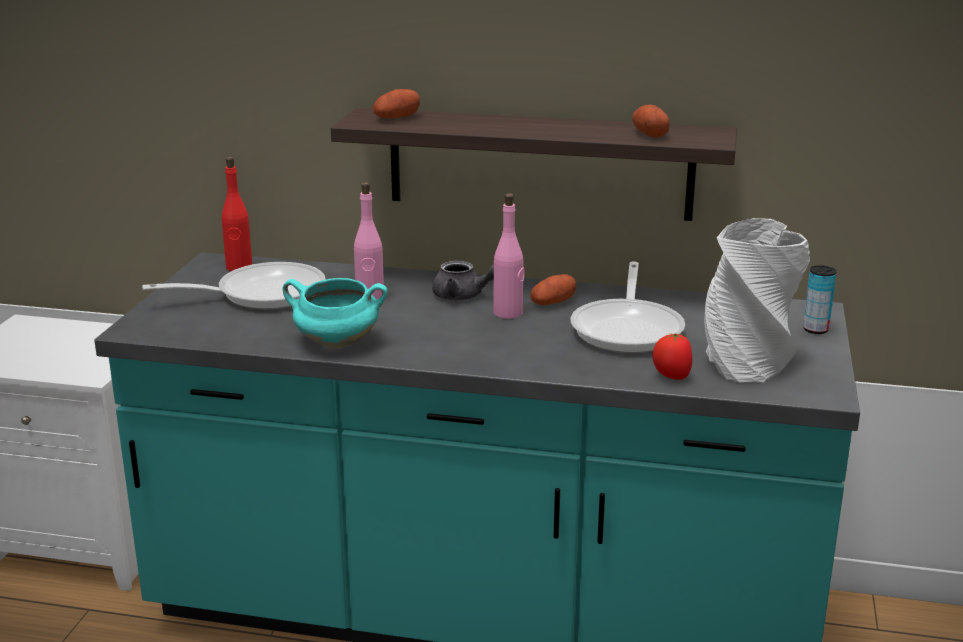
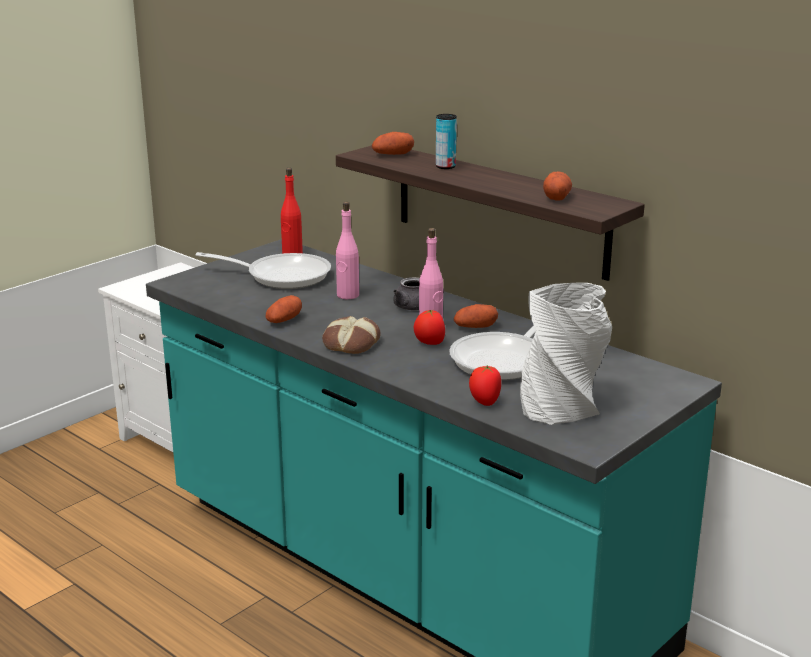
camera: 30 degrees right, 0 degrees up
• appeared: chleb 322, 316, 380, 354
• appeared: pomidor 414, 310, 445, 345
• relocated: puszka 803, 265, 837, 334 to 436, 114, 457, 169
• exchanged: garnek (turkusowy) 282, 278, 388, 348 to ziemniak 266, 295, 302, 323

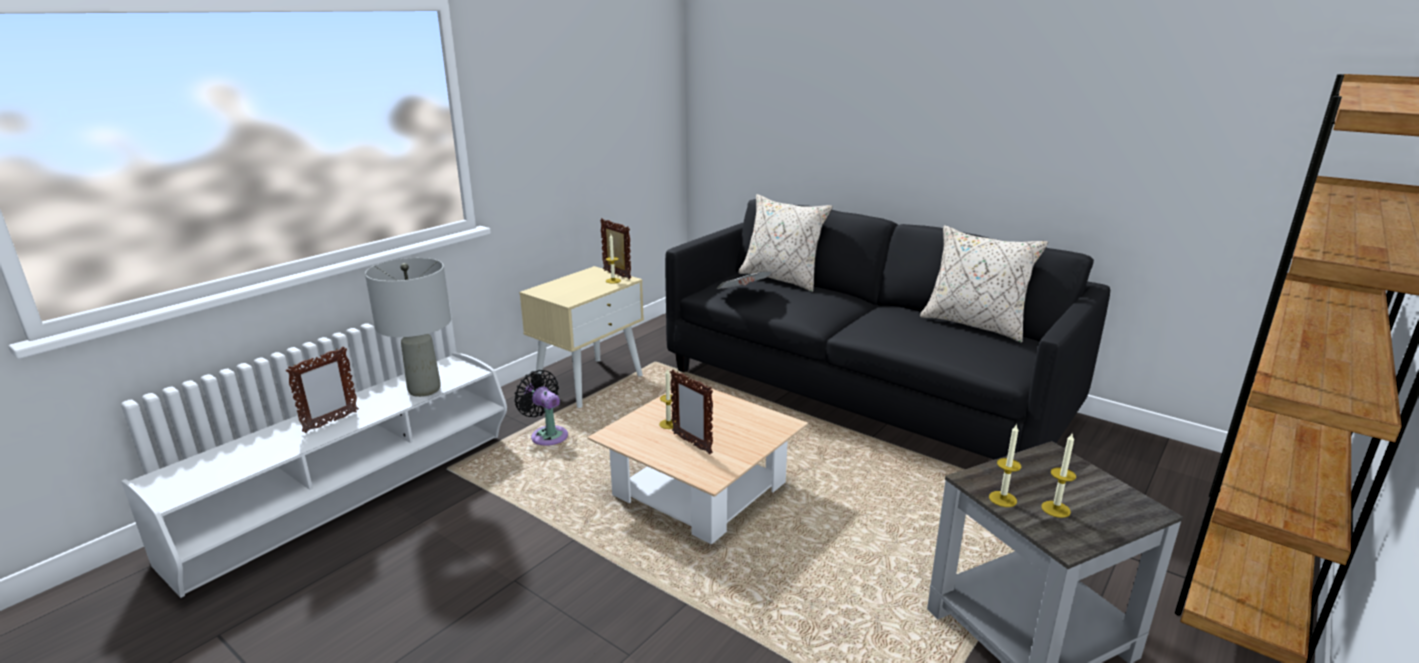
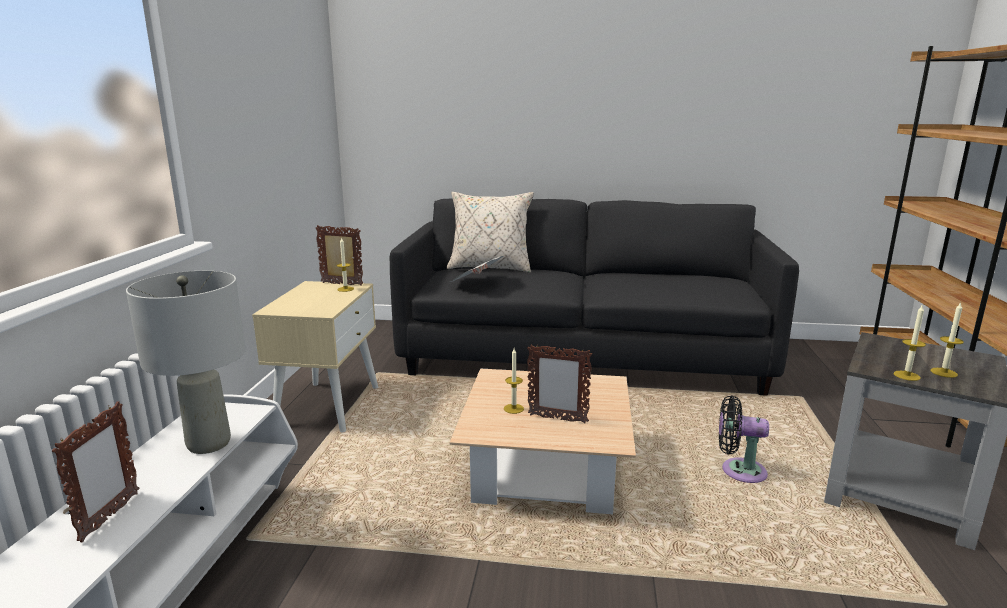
camera: 30 degrees left, 5 degrees down
• missing: poduszka (beżowy) 920, 225, 1048, 342
• relocated: wentylator (czarny) 514, 370, 568, 446 to 719, 395, 769, 483

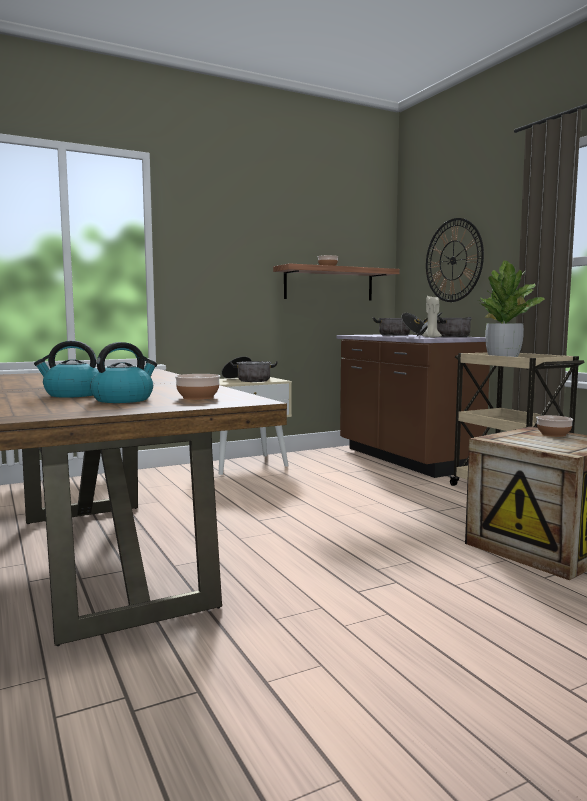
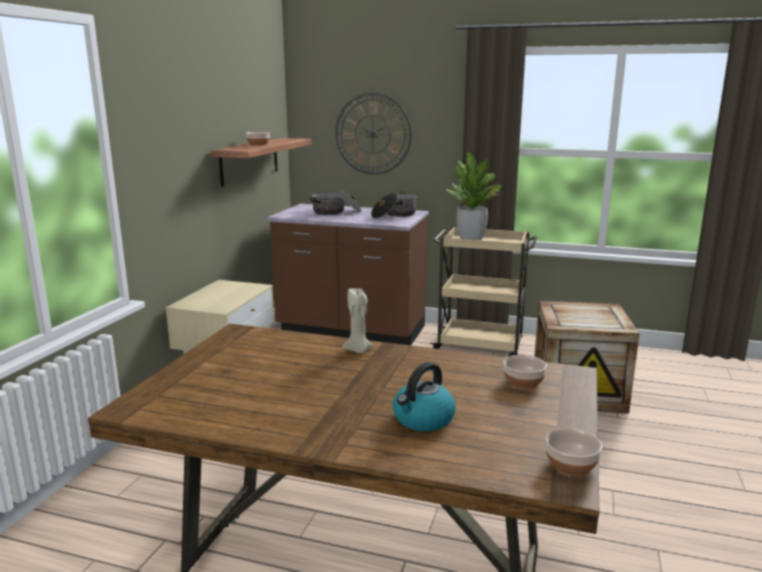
camera: 45 degrees left, 10 degrees up
• missing: czajnik 90, 342, 157, 403
• missing: garnek 221, 356, 278, 382
• relocated: świeca (beżowy) 423, 296, 442, 338 to 342, 288, 373, 353
• relocated: miska 536, 415, 573, 437 to 545, 428, 602, 476

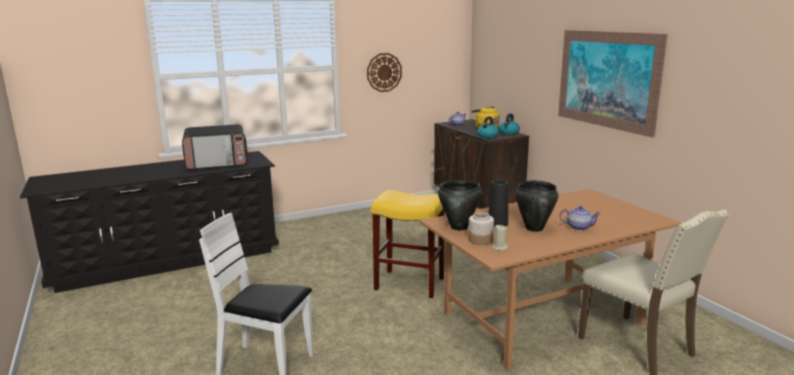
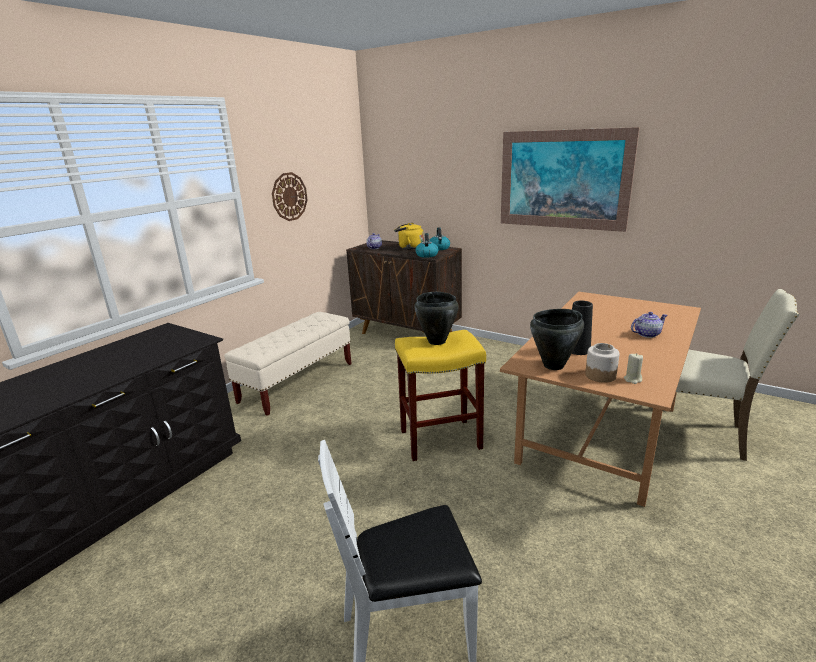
camera: 30 degrees left, 5 degrees up
• missing: mikrofalówka 182, 124, 247, 170
• appeared: ławka (beżowy) 224, 312, 352, 416
• relocated: garnek (czarny) 515, 180, 559, 232 to 414, 292, 459, 345

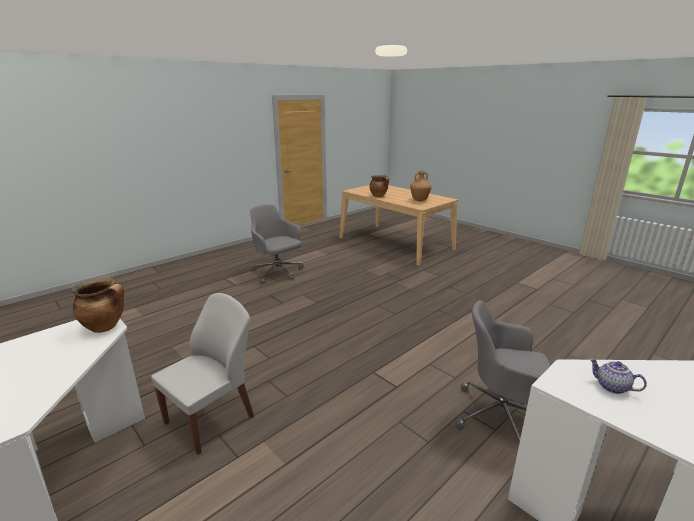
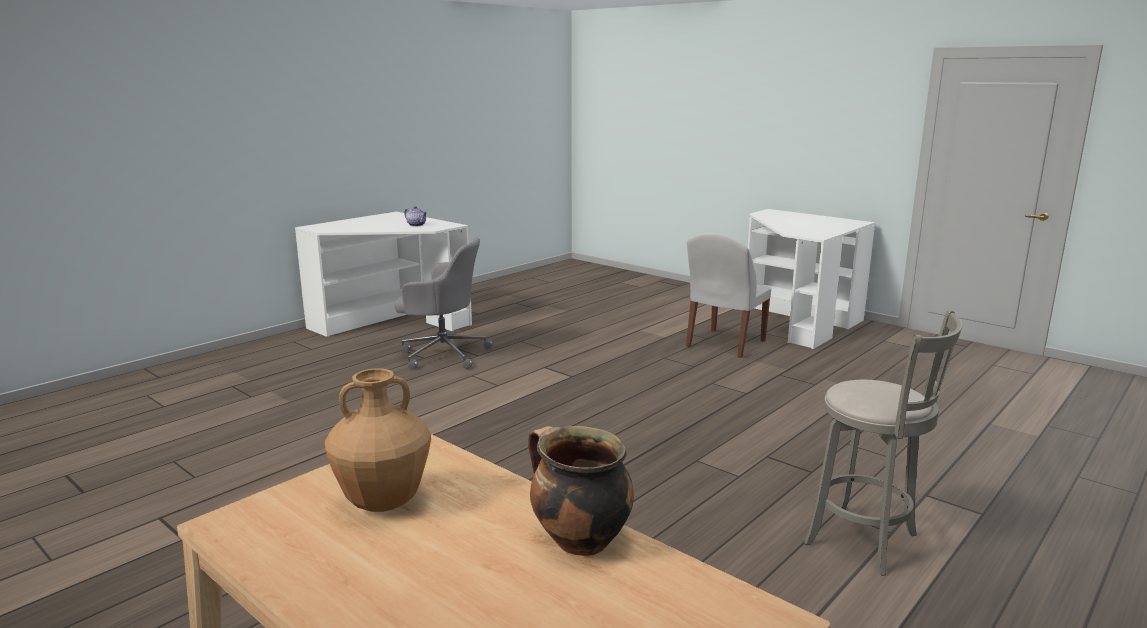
camera: 175 degrees right, 5 degrees down
• missing: garnek 72, 278, 124, 333
• exchanged: krzesło biurowe (szary) 250, 204, 304, 284 to stołek (szary) 804, 310, 962, 576

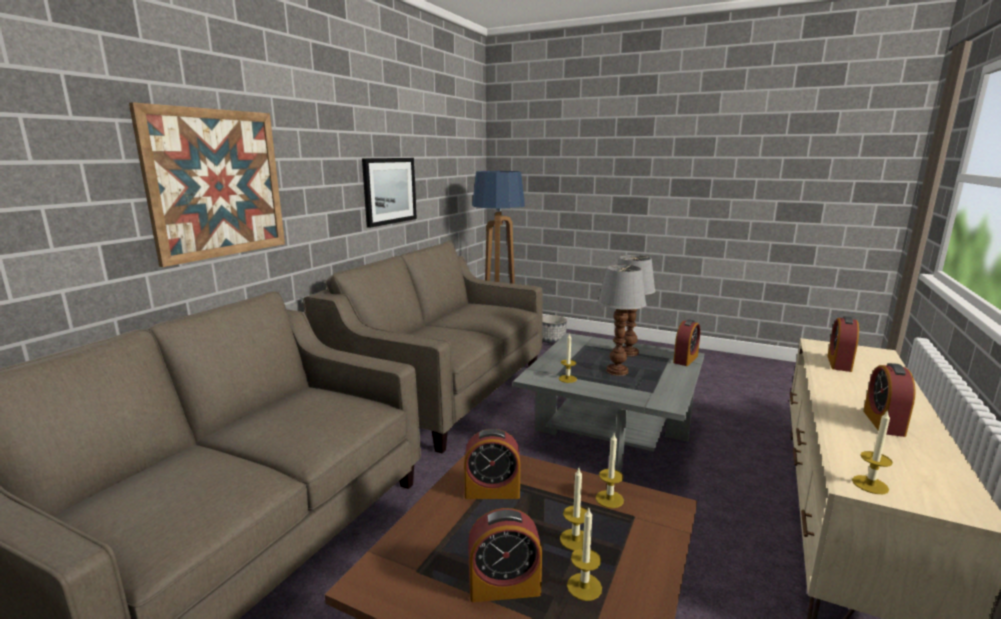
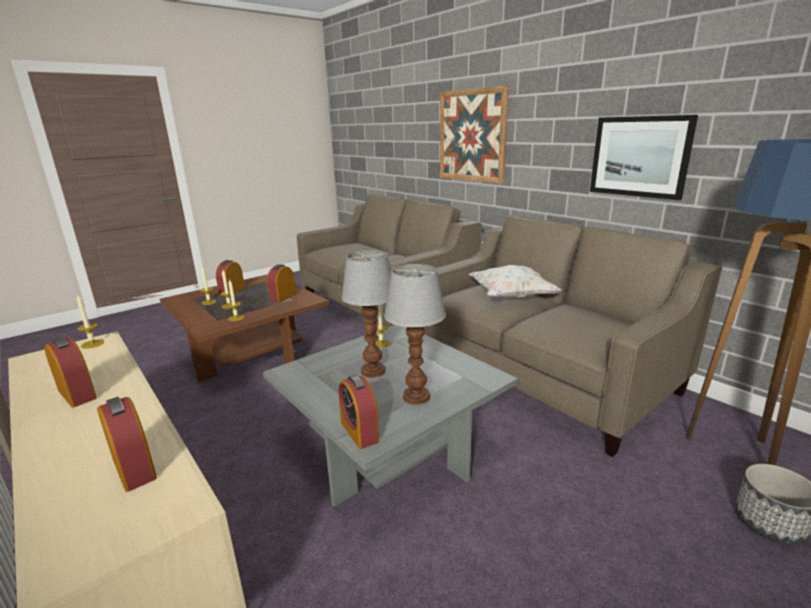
camera: 115 degrees right, 5 degrees up
• appeared: poduszka (biały) 469, 265, 561, 298

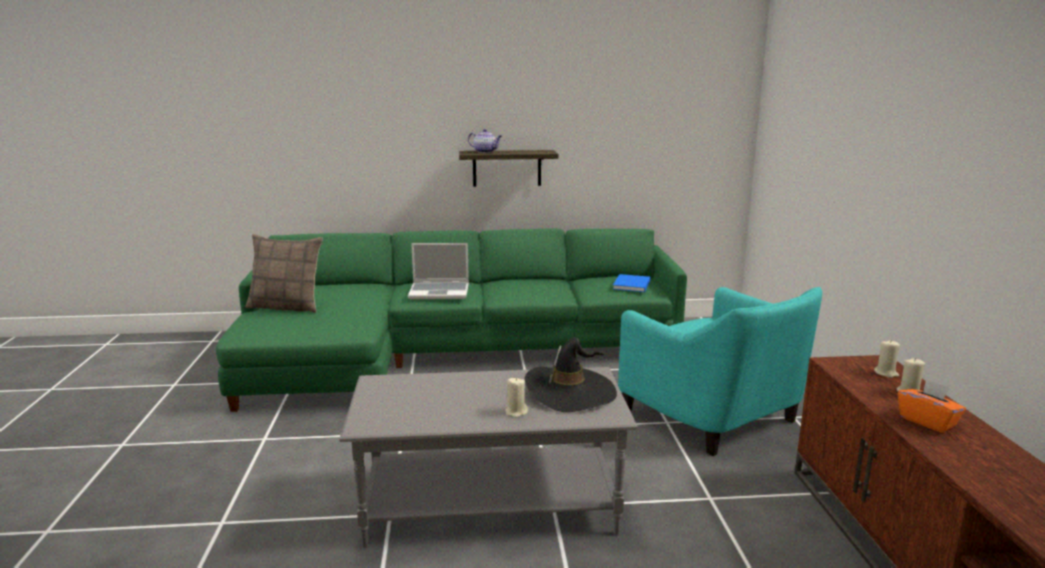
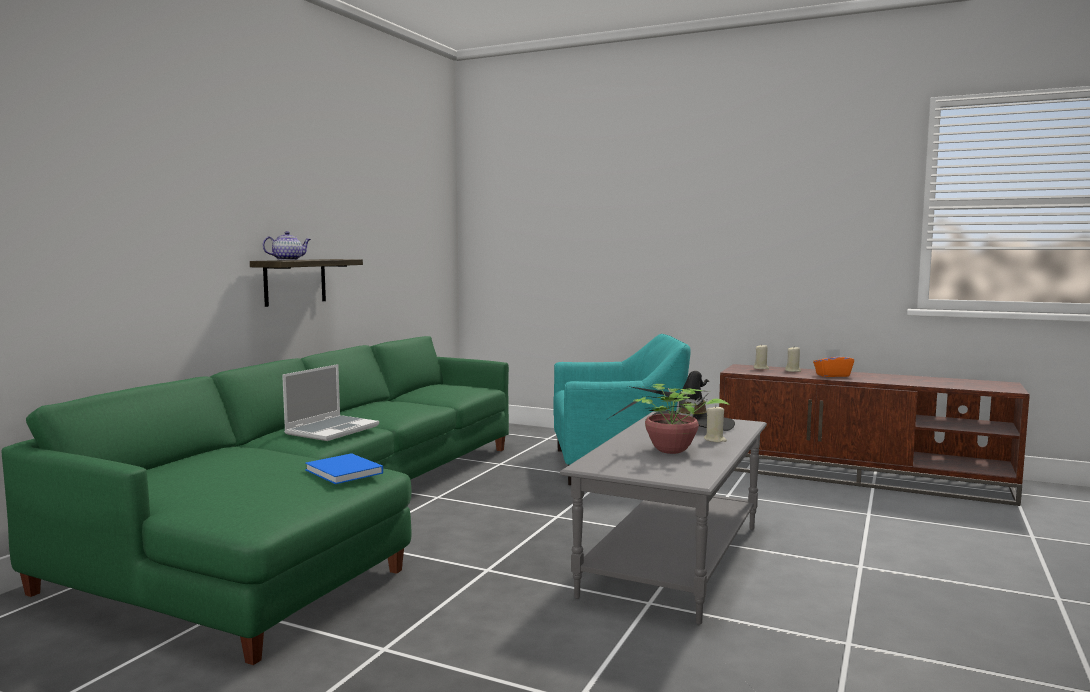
camera: 60 degrees left, 10 degrees down
• missing: poduszka 246, 234, 323, 313
• appeared: roślina doniczkowa 606, 384, 729, 454
• relocated: książka (niebieski) 613, 274, 650, 292 to 305, 453, 383, 484

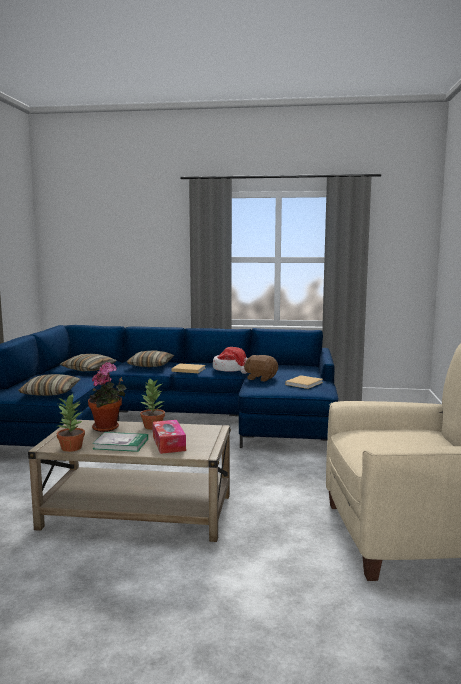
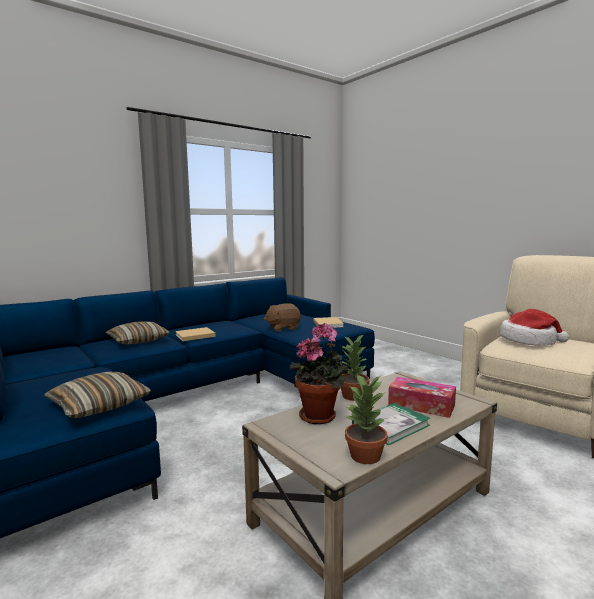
camera: 45 degrees left, 0 degrees up
• missing: poduszka 60, 354, 116, 371
• relocated: kapelusz 213, 347, 248, 374 to 500, 309, 569, 346

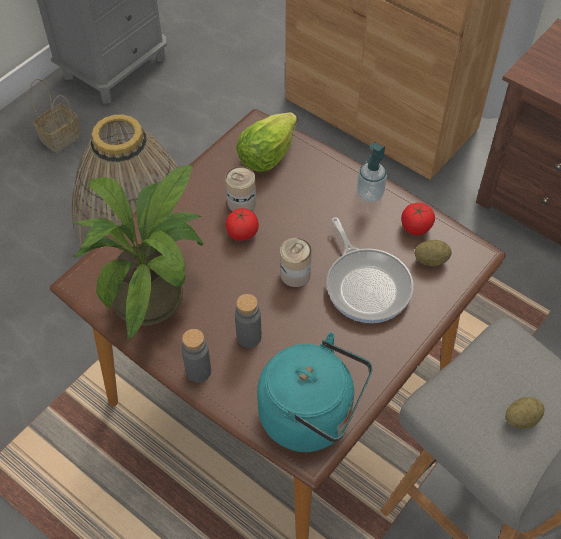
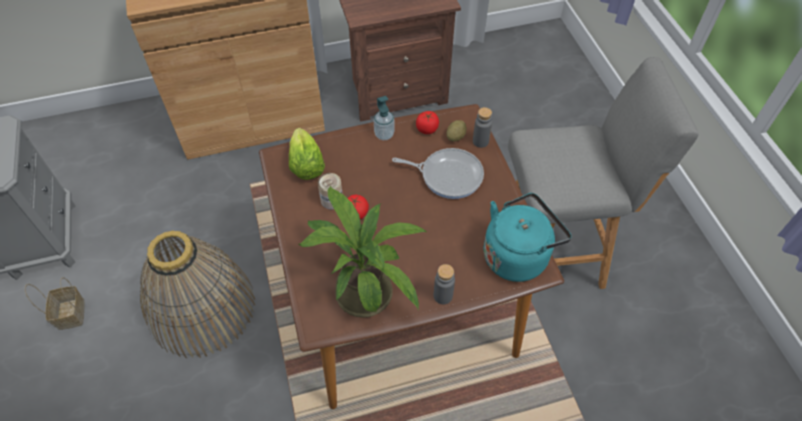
camera: 55 degrees left, 0 degrees up
• missing: puszka 280, 238, 312, 287
• missing: ziemniak 505, 397, 545, 429
• relocated: butelka (szary) 235, 294, 261, 348 to 473, 107, 492, 148

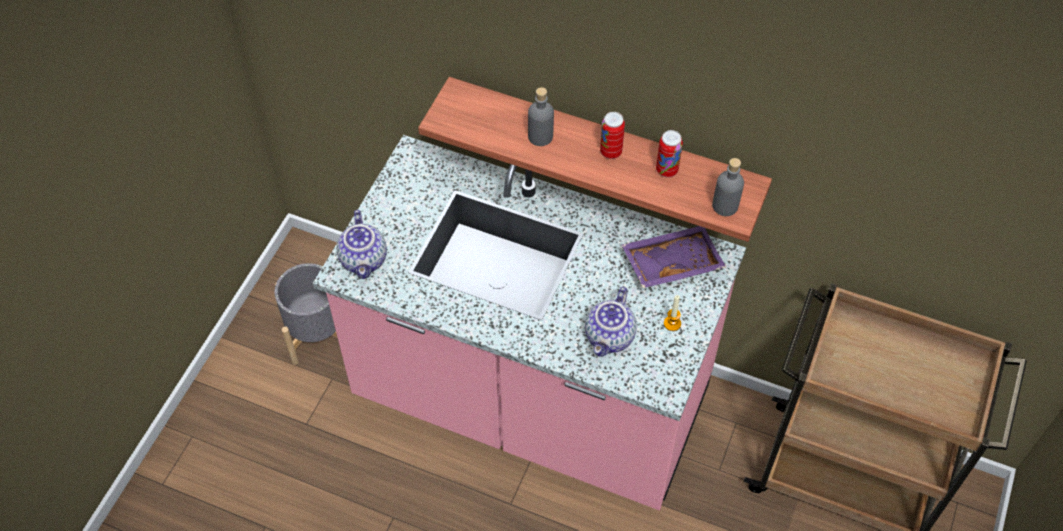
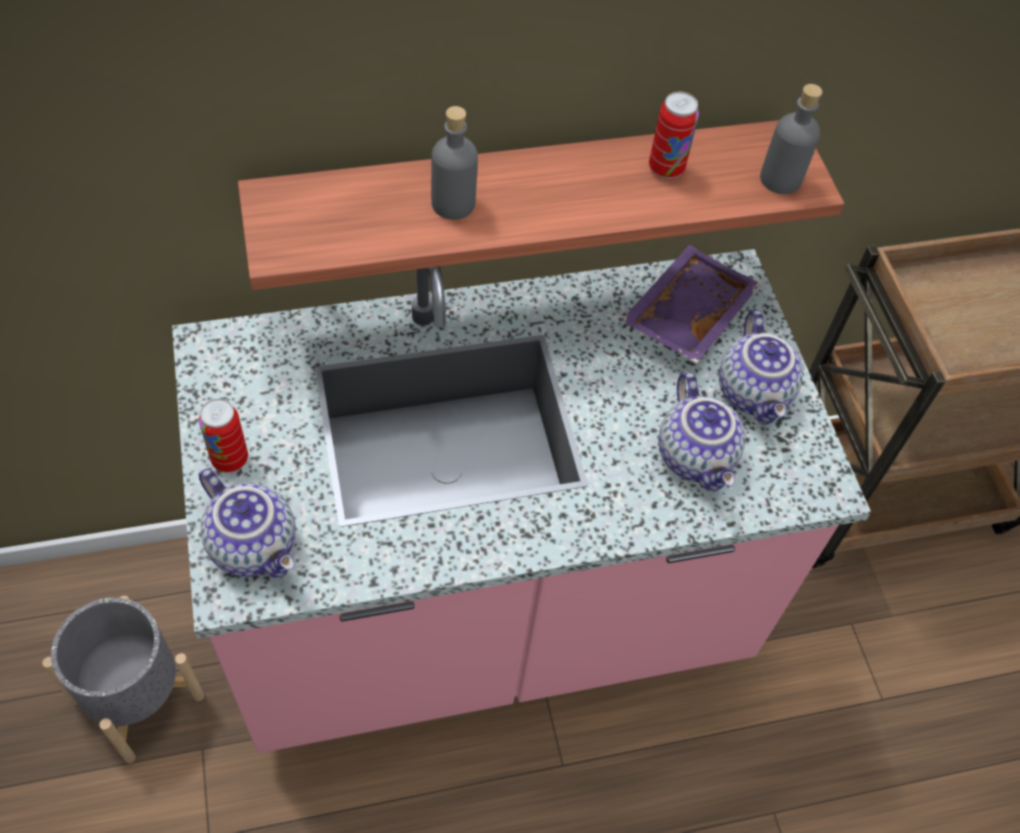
camera: 40 degrees left, 0 degrees up
• relocated: puszka 600, 112, 625, 159 to 199, 399, 248, 473
• exchanged: świeca 664, 295, 681, 331 to imbryk 719, 310, 803, 424

